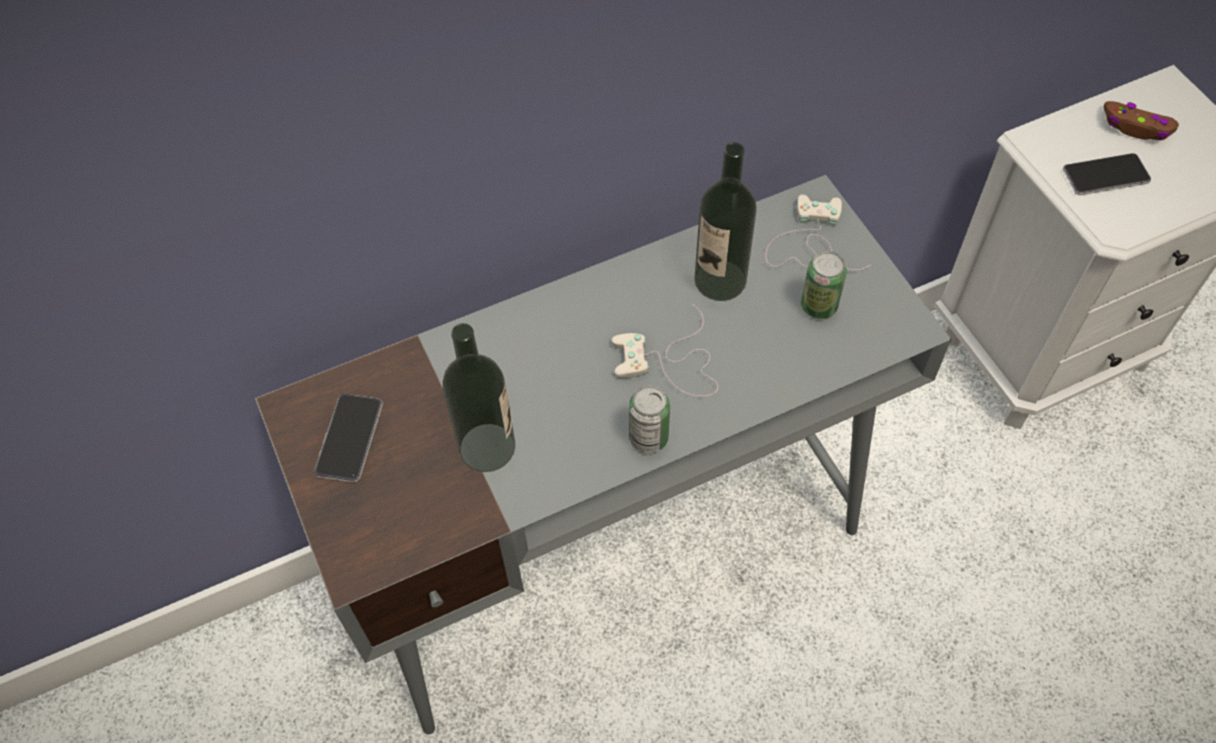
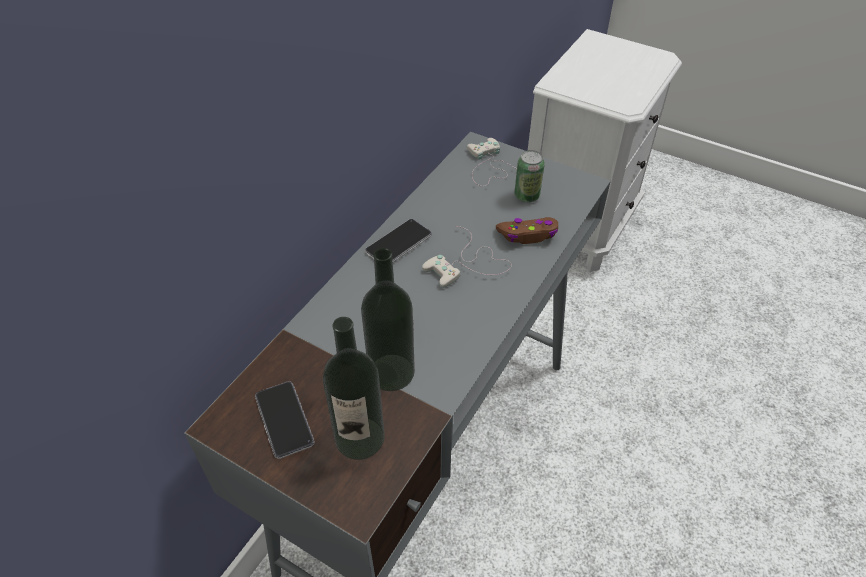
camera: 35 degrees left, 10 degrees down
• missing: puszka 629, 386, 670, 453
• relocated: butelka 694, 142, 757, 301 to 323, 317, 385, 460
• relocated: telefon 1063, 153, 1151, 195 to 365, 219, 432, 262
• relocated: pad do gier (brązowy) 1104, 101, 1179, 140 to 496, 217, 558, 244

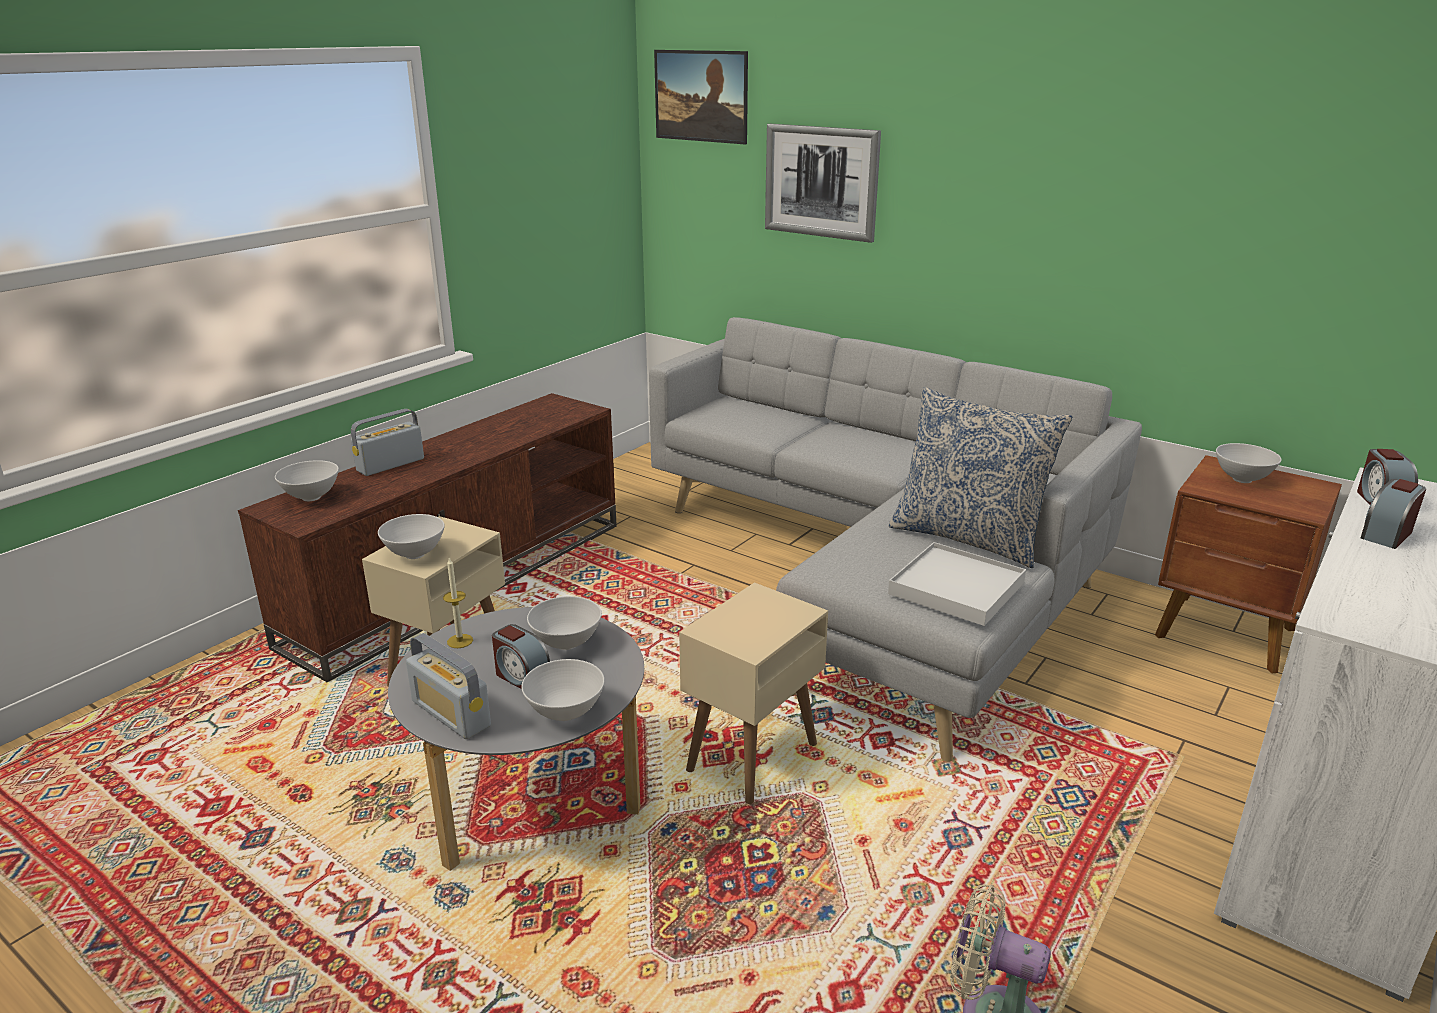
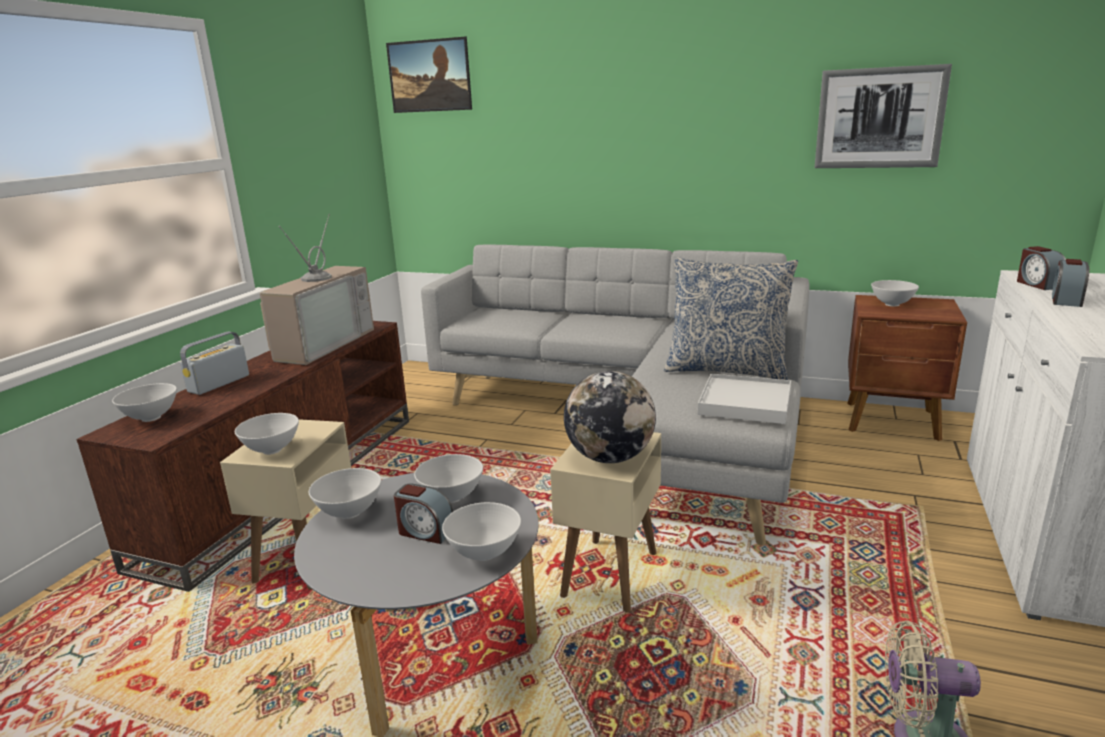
camera: 15 degrees left, 5 degrees down
• missing: radio 406, 633, 491, 739
• appeared: telewizor 260, 214, 374, 365
• appeared: globus 564, 371, 656, 463
• relocated: obraz 765, 124, 881, 243 to 815, 64, 952, 168
• exchanged: świeca 443, 558, 473, 648 to miska (biały) 309, 468, 381, 519

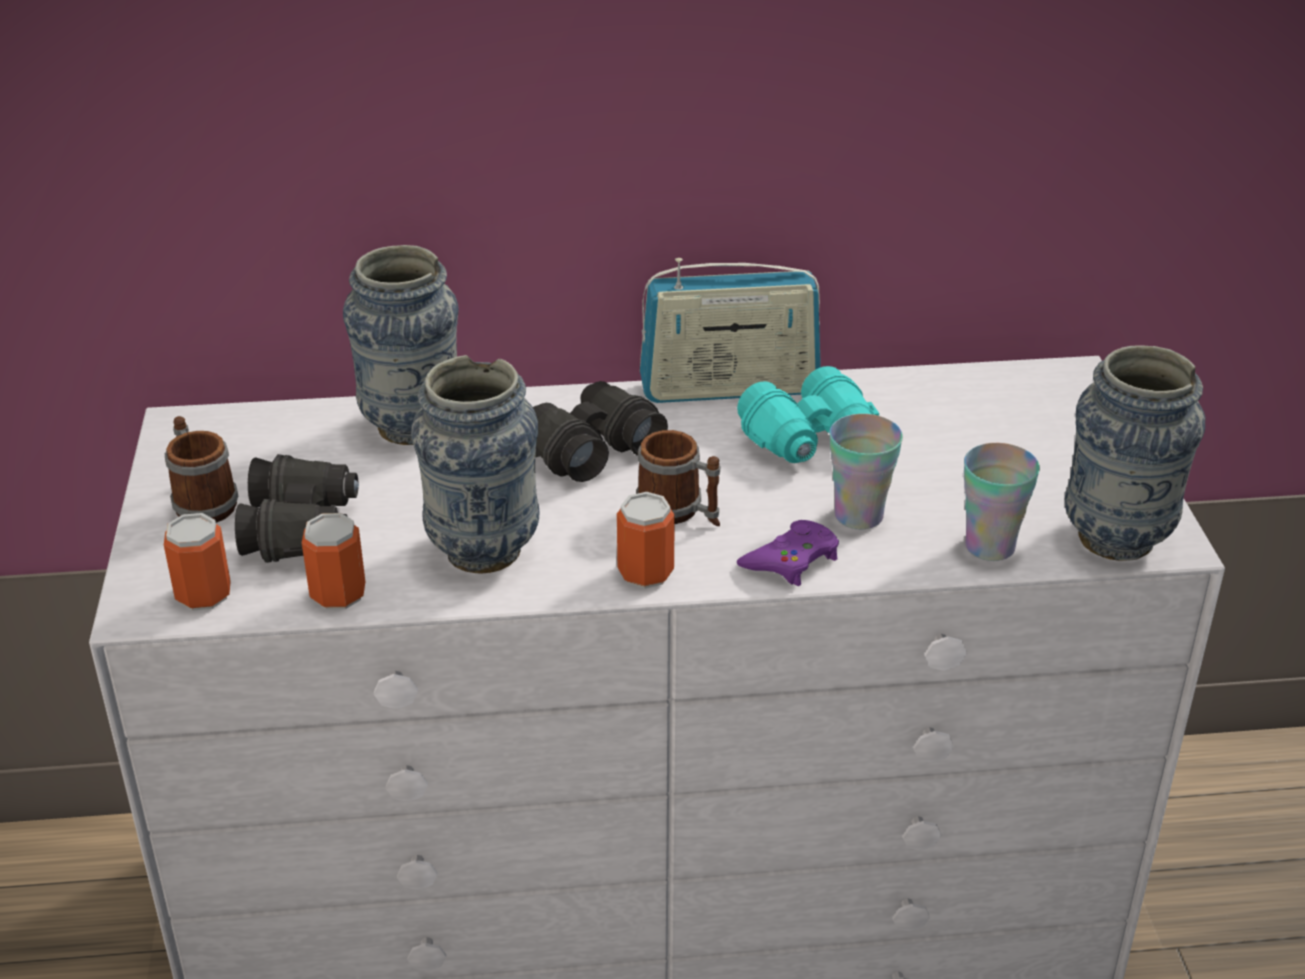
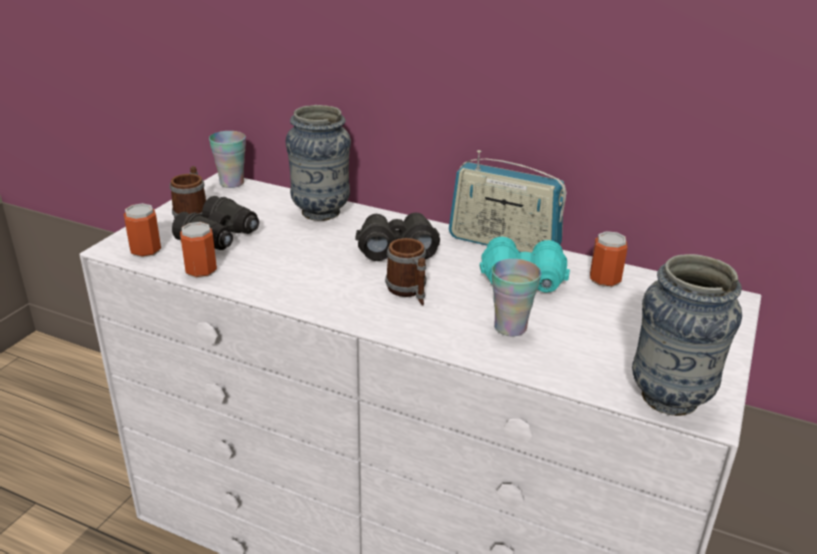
camera: 30 degrees right, 5 degrees down
• missing: wazon 411, 355, 539, 574
• missing: pad do gier (fioletowy) 737, 520, 839, 586
• relocated: puszka 617, 492, 675, 589 to 590, 231, 628, 288
• relocated: filiżanka 964, 443, 1040, 561 to 209, 131, 246, 188

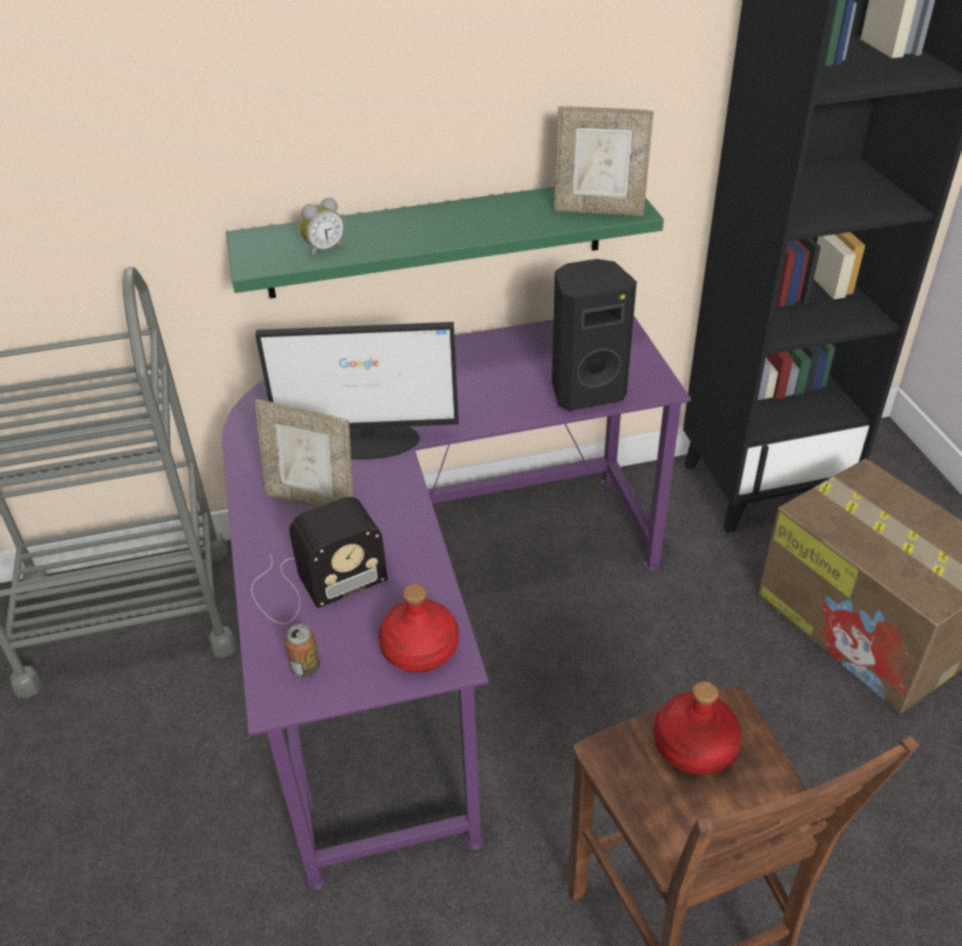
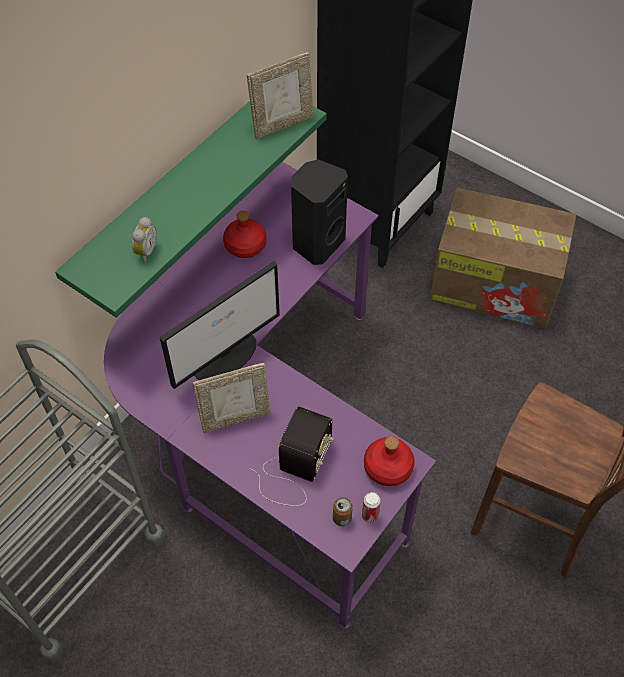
camera: 40 degrees left, 15 degrees up
• appeared: puszka 362, 492, 381, 523
• relocated: butelka (czerwony) 654, 681, 742, 775 to 223, 211, 267, 258

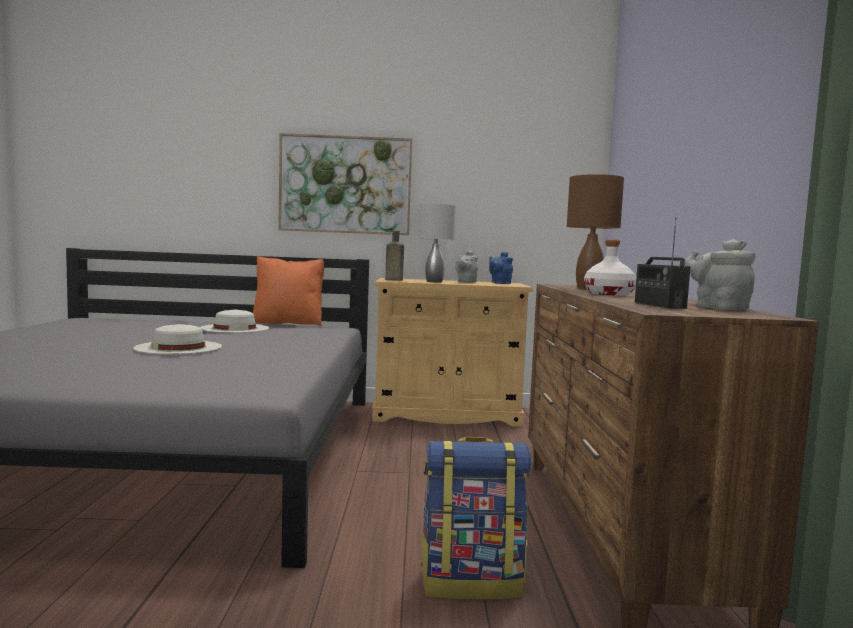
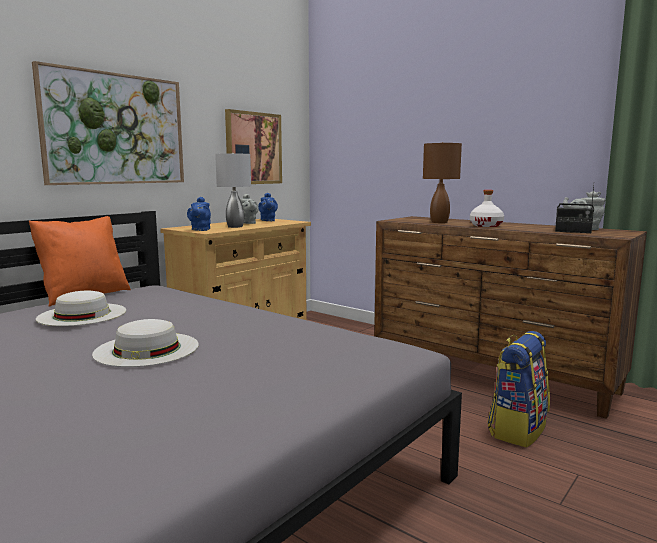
camera: 50 degrees left, 5 degrees up
• appeared: obraz 225, 109, 282, 184
• exchanged: butelka (brązowy) 385, 231, 404, 281 to imbryk (niebieski) 187, 197, 211, 231

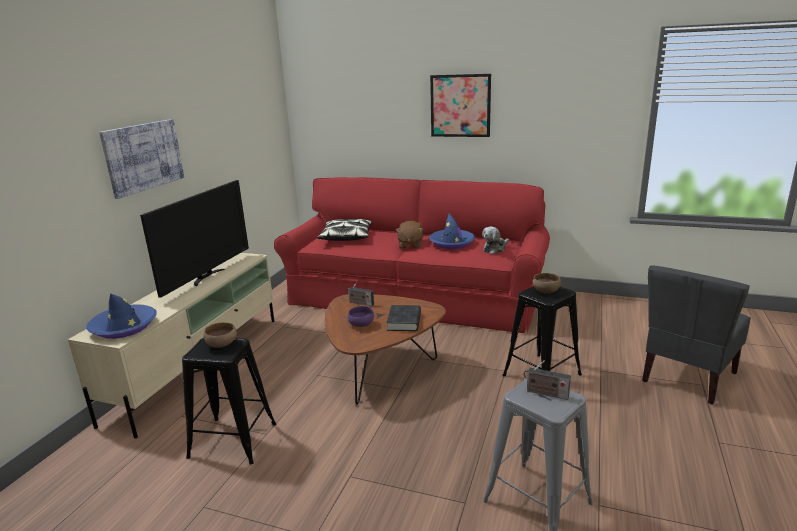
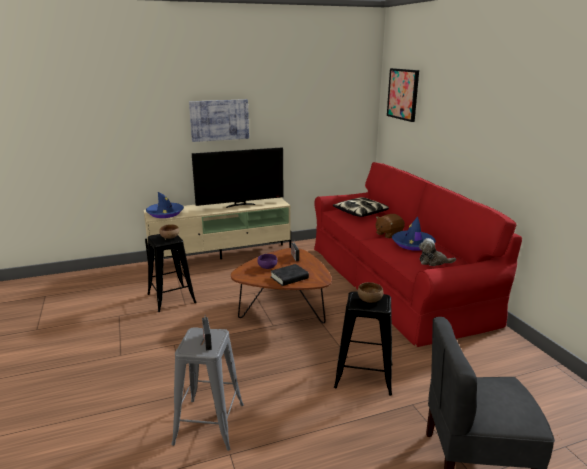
camera: 50 degrees right, 0 degrees up
• relocated: obraz 430, 74, 491, 137 to 387, 68, 419, 122

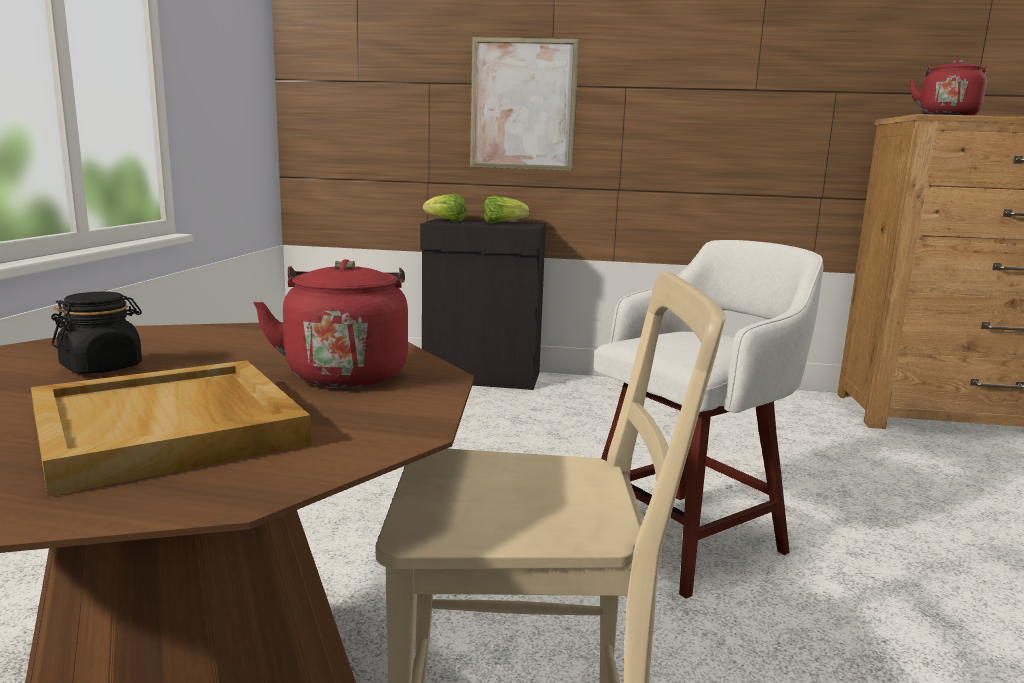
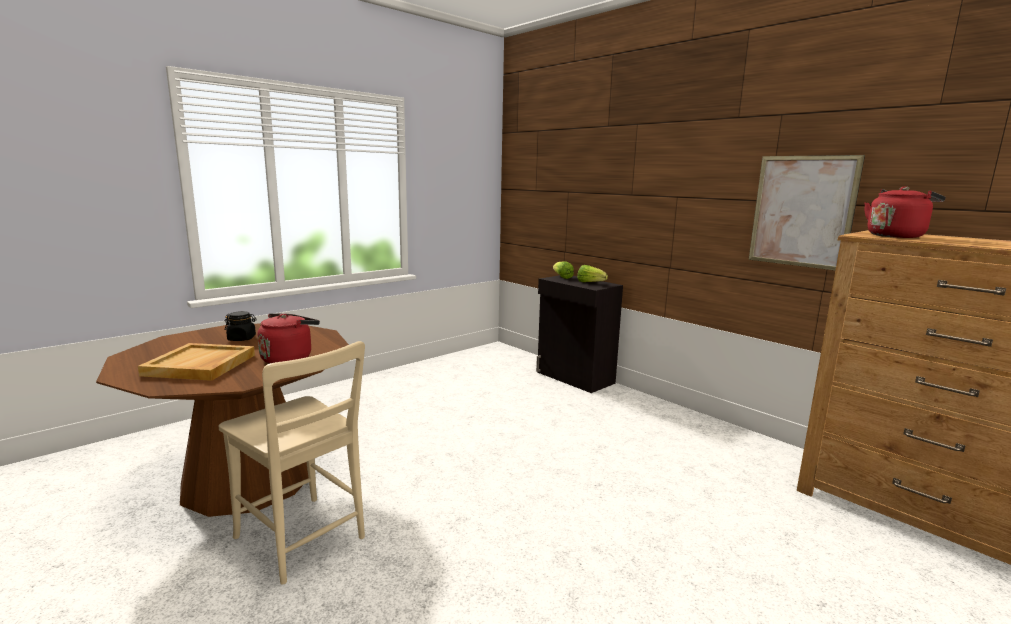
camera: 40 degrees right, 0 degrees up
• missing: stołek (biały) 593, 240, 824, 599
• relocated: obraz 470, 37, 580, 171 to 749, 155, 865, 270

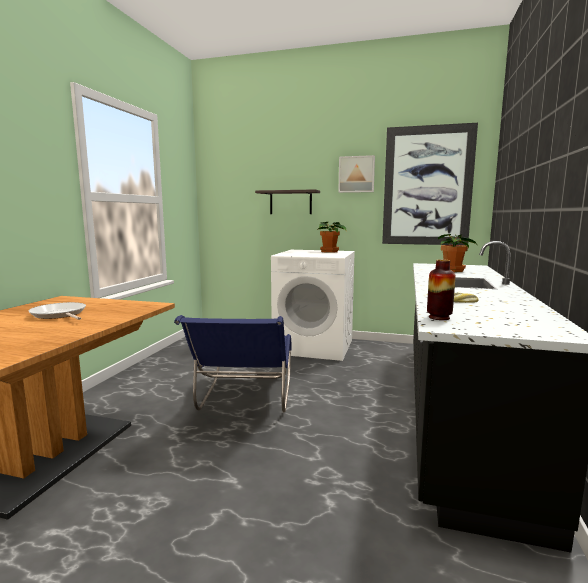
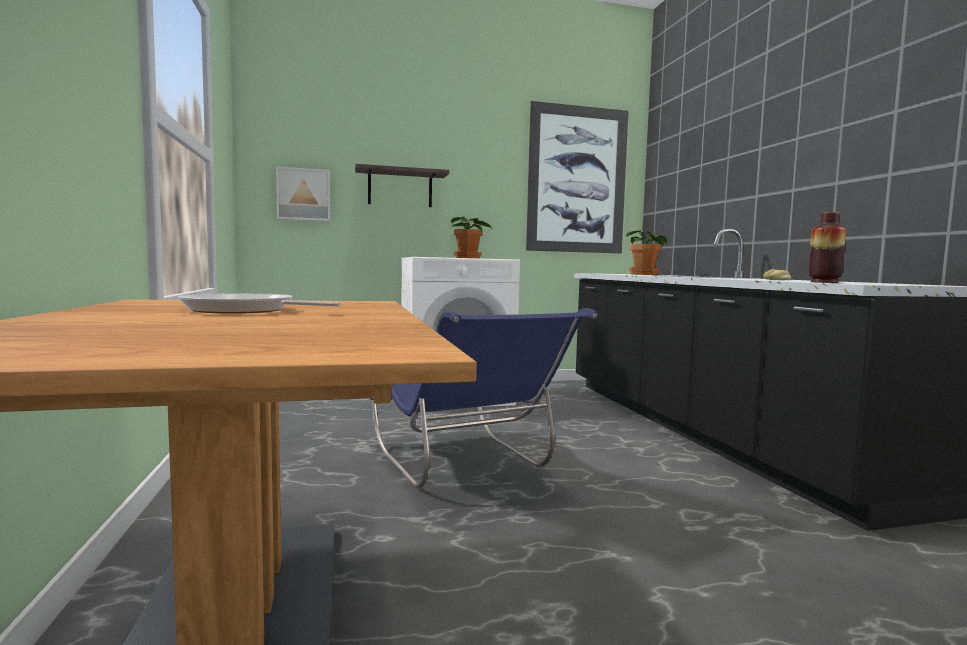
camera: 30 degrees left, 5 degrees down
• relocated: obraz 338, 155, 375, 193 to 276, 167, 330, 221

